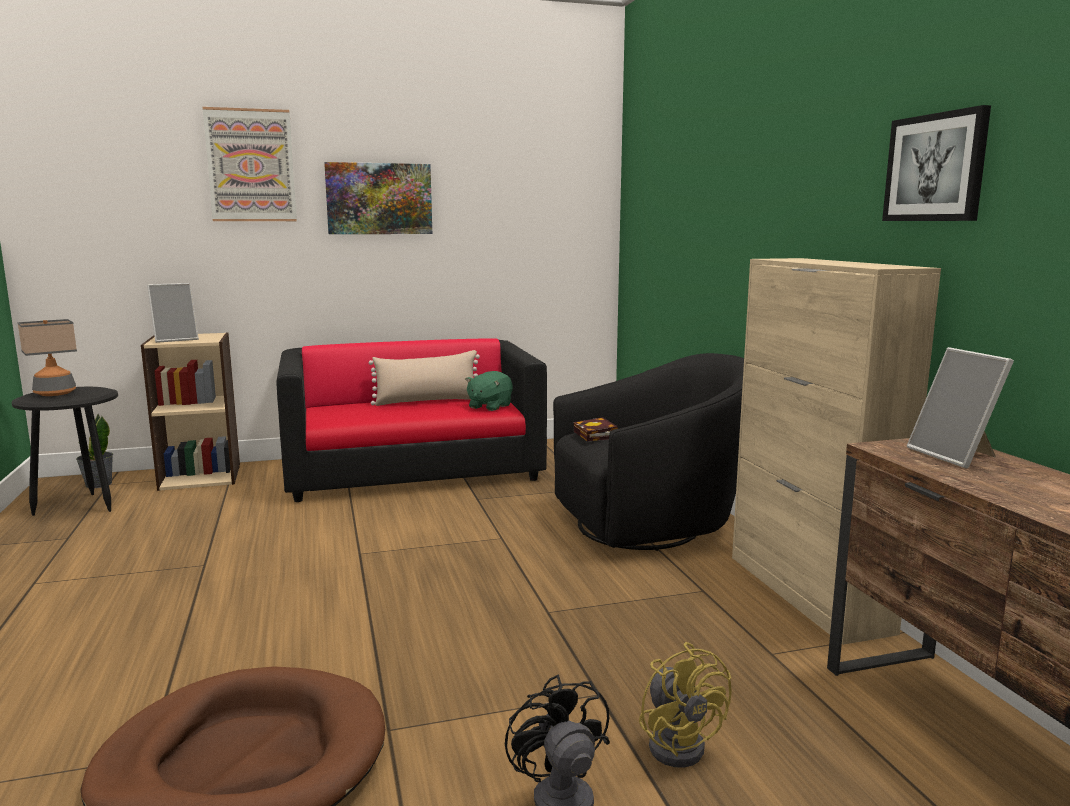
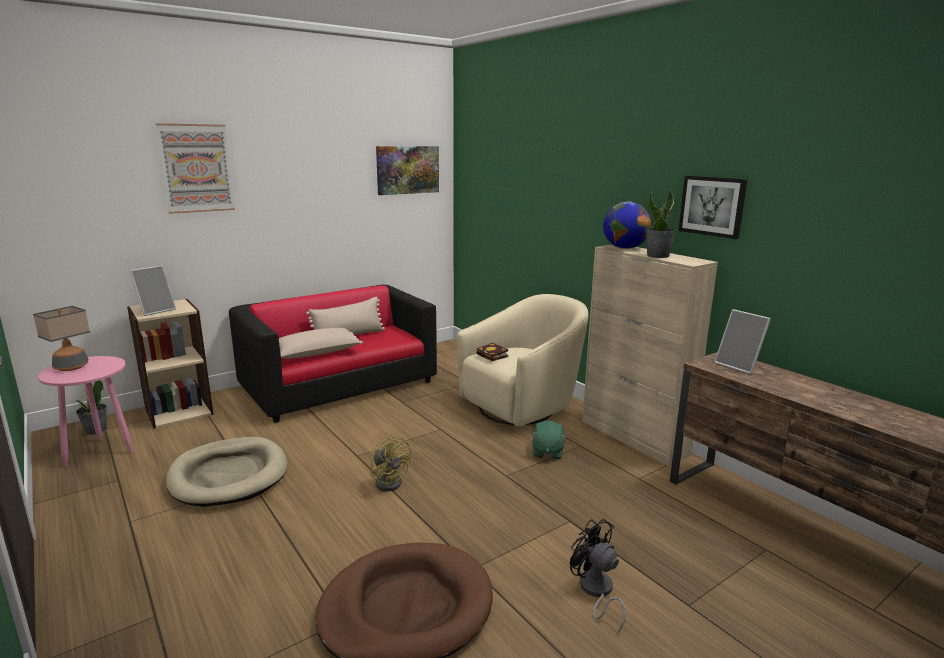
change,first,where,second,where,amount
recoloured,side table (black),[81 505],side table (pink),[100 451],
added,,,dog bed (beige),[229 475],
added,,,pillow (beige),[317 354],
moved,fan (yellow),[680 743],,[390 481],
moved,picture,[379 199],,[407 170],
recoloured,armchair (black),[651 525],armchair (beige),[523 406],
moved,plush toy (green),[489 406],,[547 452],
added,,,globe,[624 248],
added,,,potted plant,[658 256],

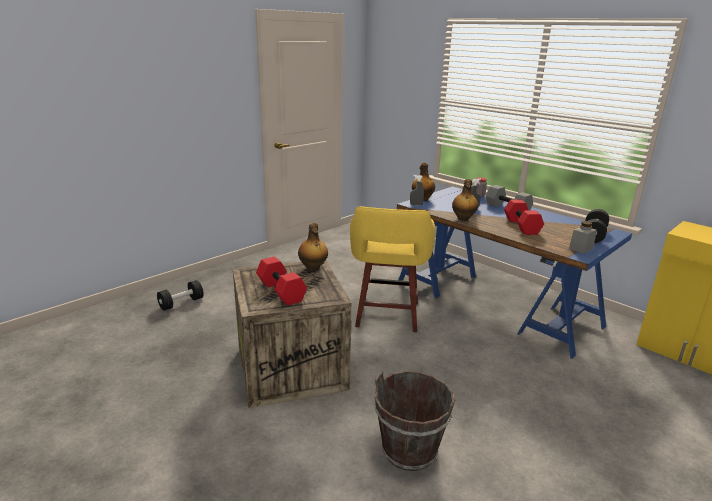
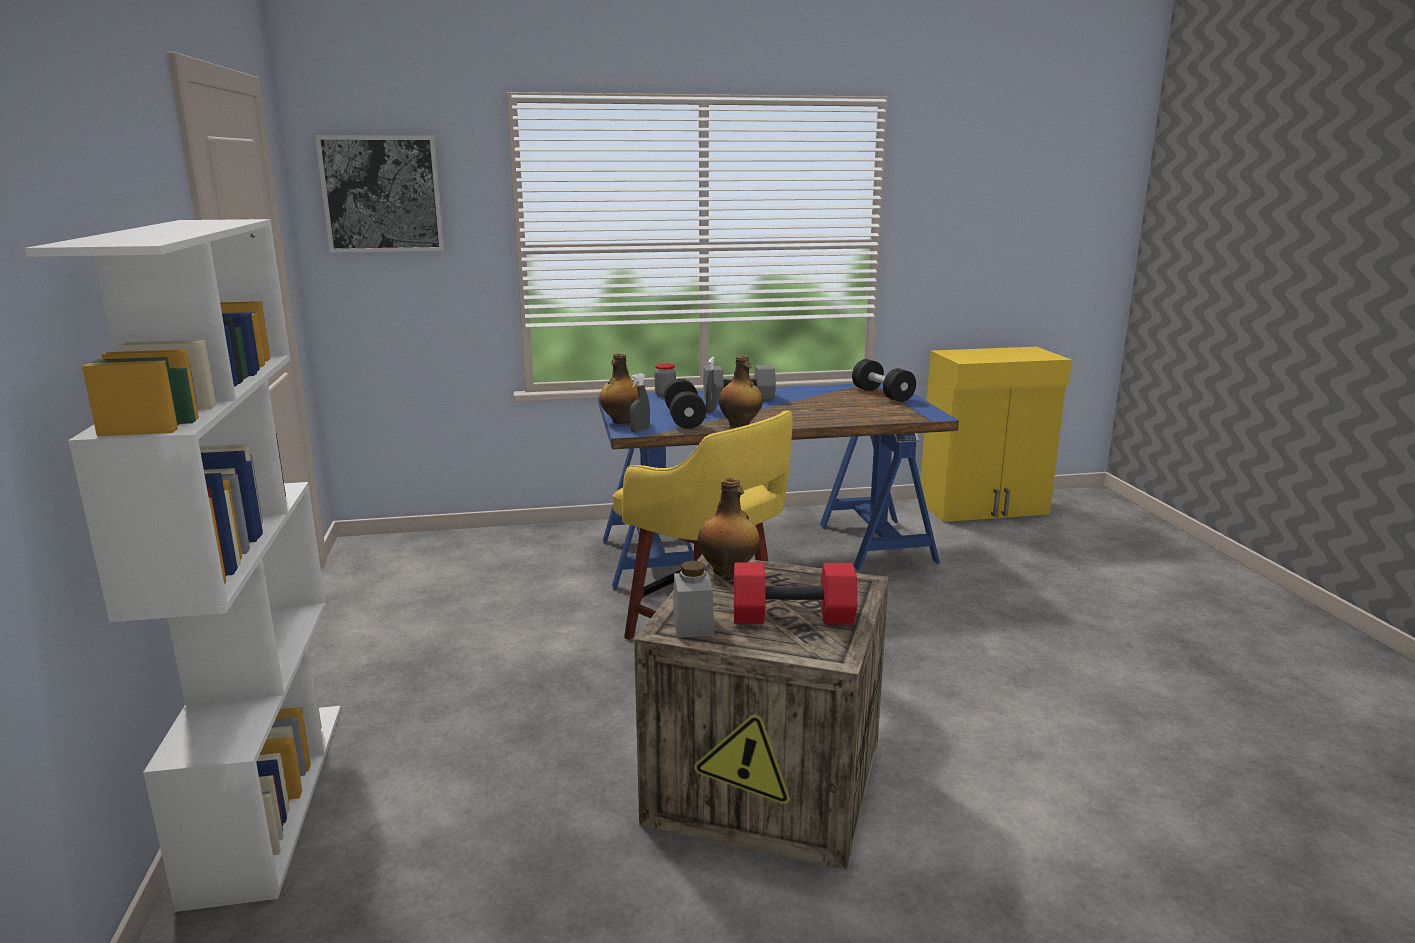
change,first,where,second,where,amount
added,,,bookcase (white),[268 794],
added,,,picture,[382 194],
moved,dumbbell (black),[181 303],,[684 419],
moved,jar (grey),[581 248],,[693 625],
removed,bucket (brown),[409 450],,,
removed,dumbbell (red),[522 226],,,

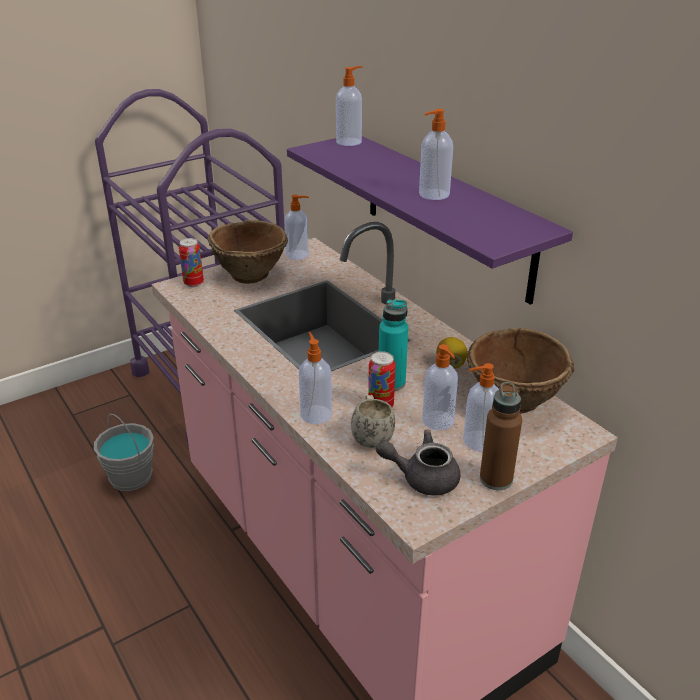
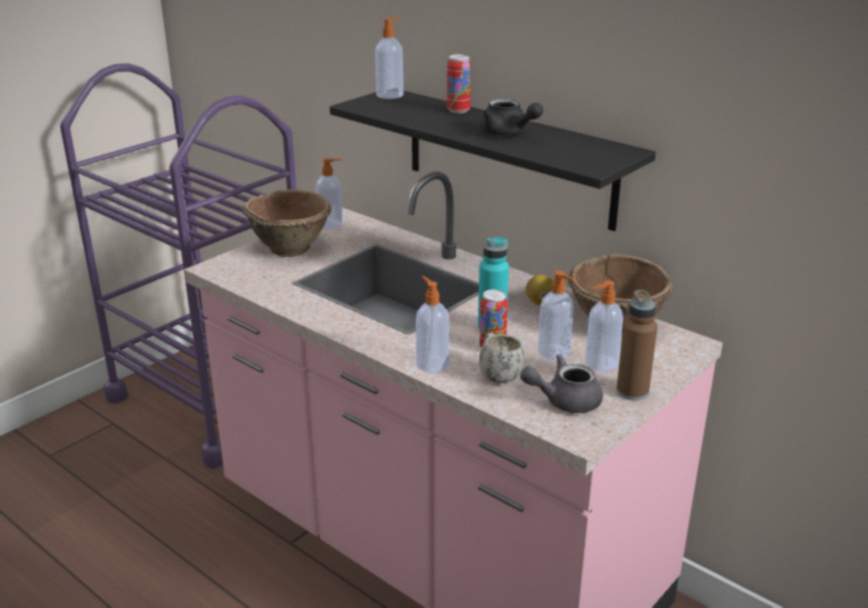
change,first,where,second,where,amount
recoloured,shelf (purple),[446 215],shelf (black),[508 157],
moved,can,[193 283],,[458 110],
replaced,soap dispenser,[433 195],teapot (black),[508 133],
removed,bucket (grey),[130 477],,,

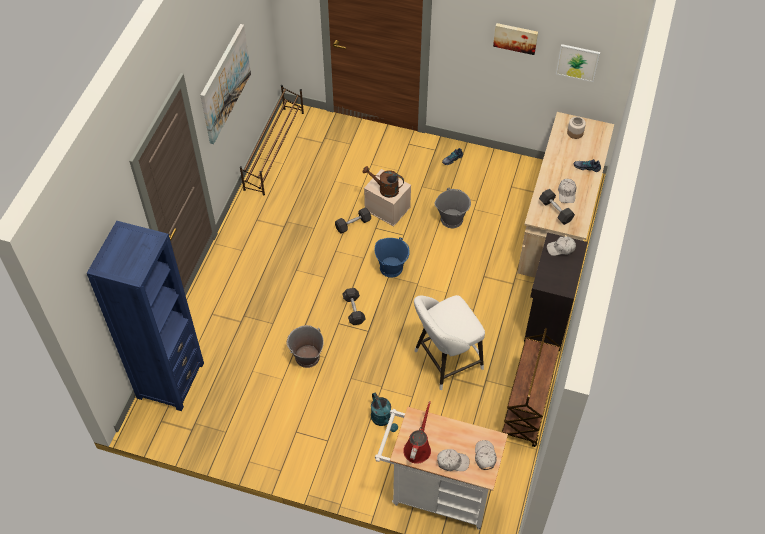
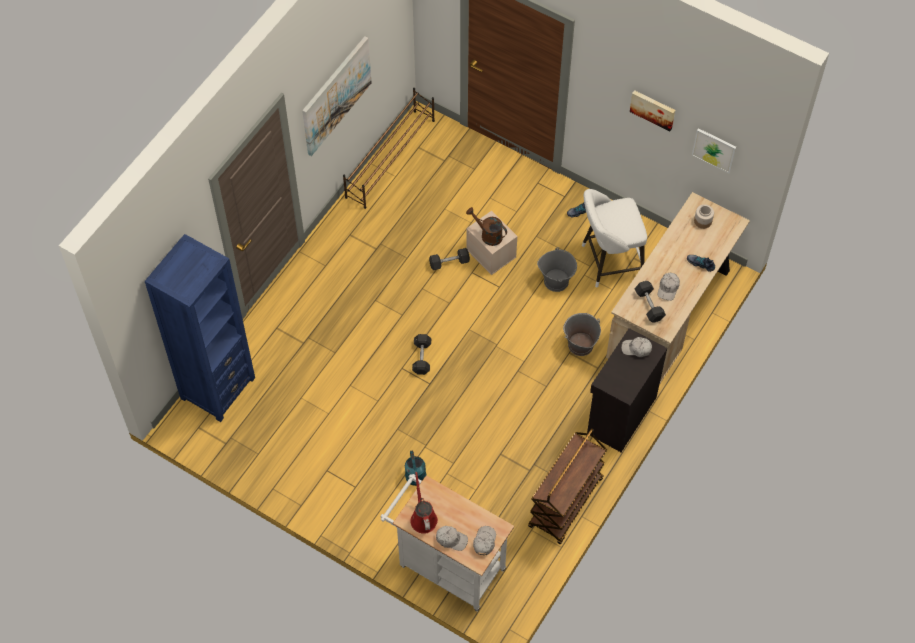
change,first,where,second,where,amount
turned,watering can (red),[418 447],,[423 517],45 degrees counterclockwise
moved,bucket (grey),[307 357],,[580 345],
moved,stool (white),[445 361],,[608 262],
removed,bucket (blue),[391 267],,,

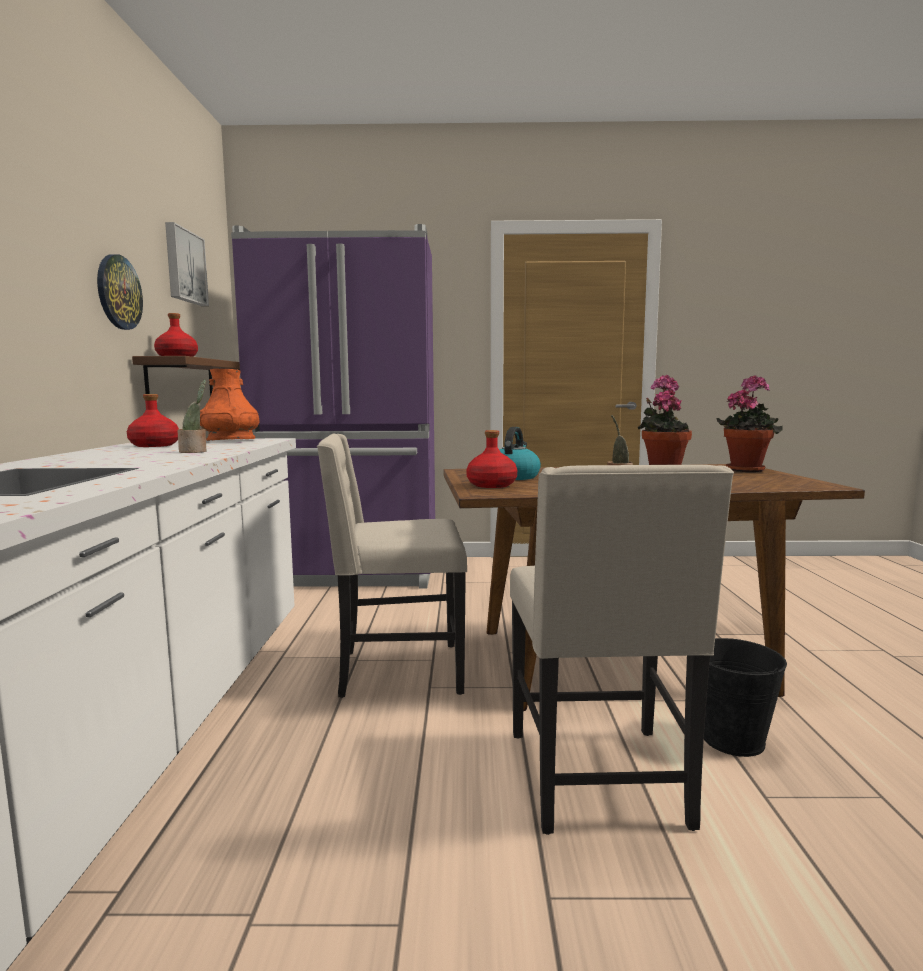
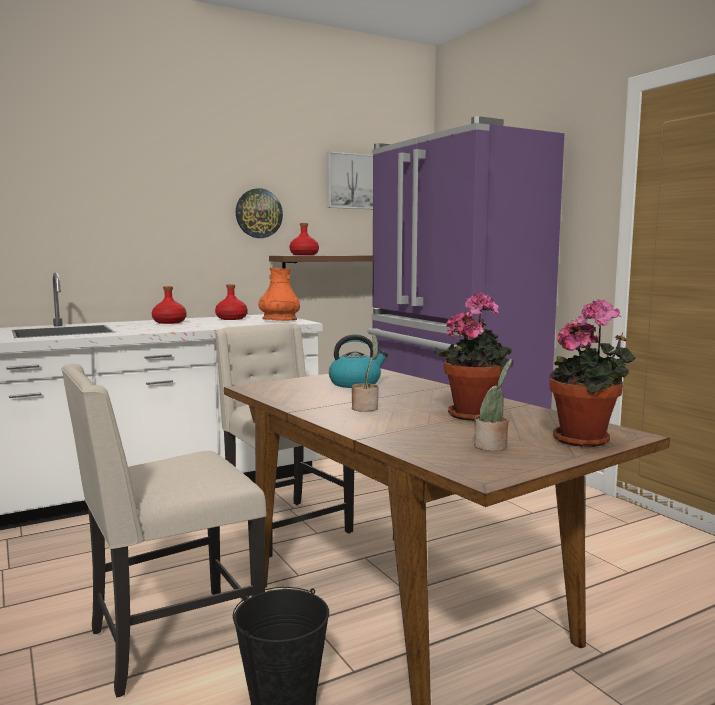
change,first,where,second,where,amount
moved,bottle (red),[491 485],,[169 322],
moved,potted plant,[195 451],,[492 446],

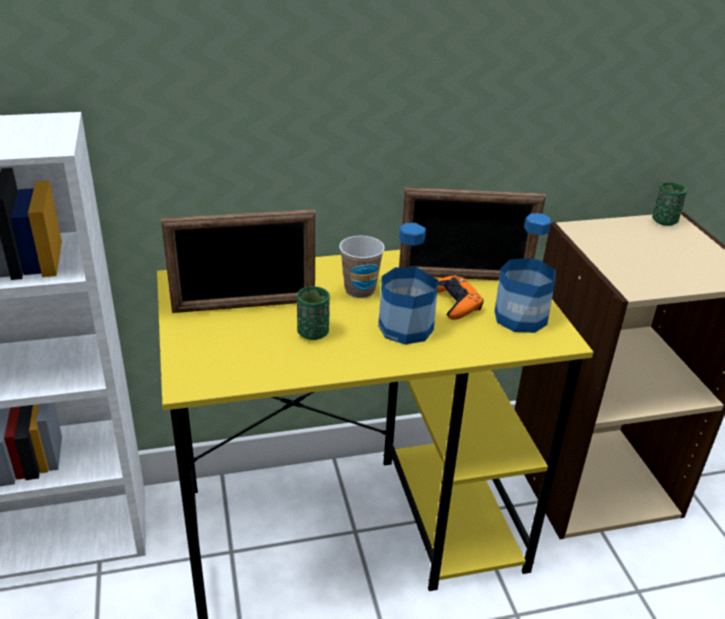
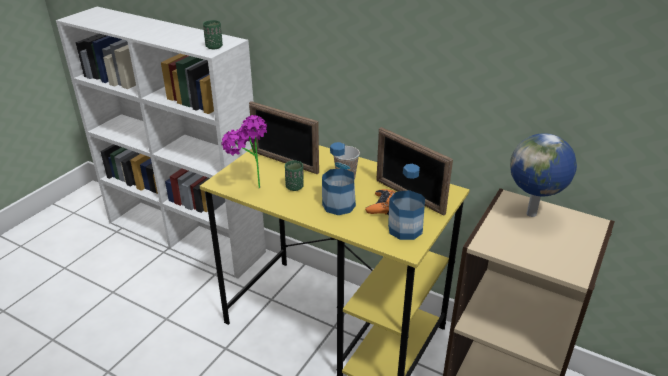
change,first,where,second,where,amount
moved,cup (green),[664 221],,[214 47],
added,,,potted plant,[249 186],
added,,,globe,[532 214],

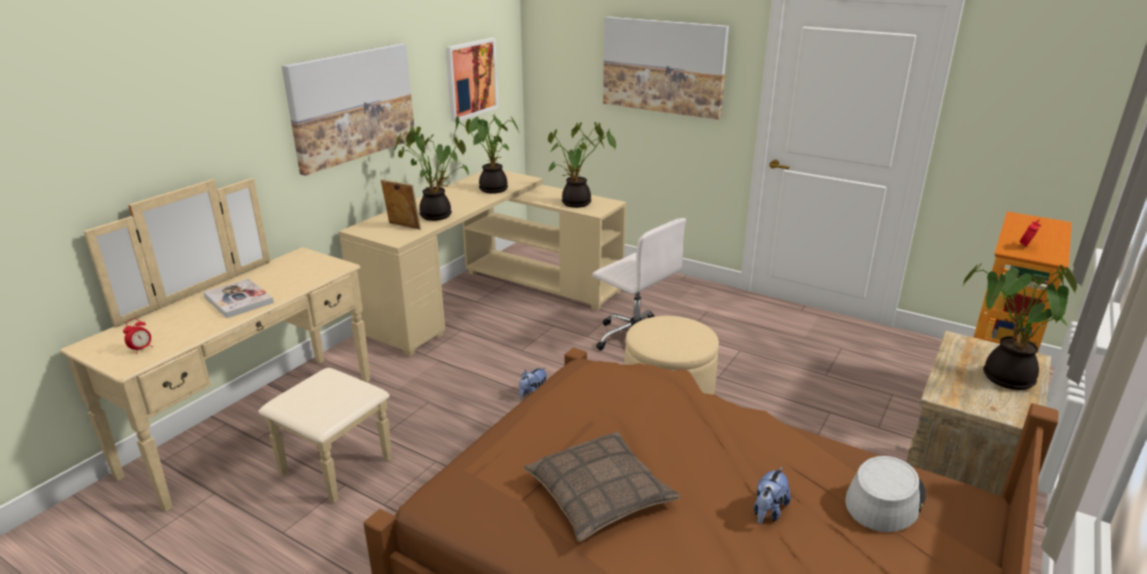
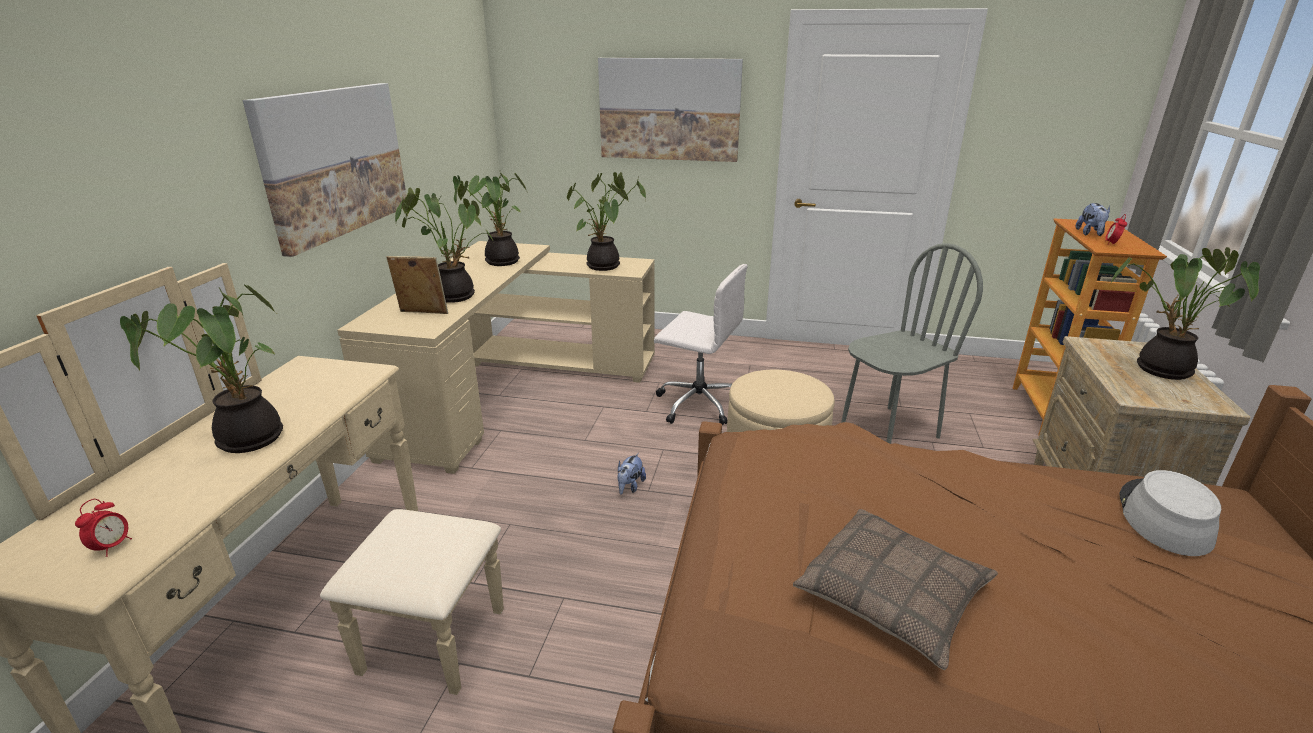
change,first,where,second,where,amount
replaced,book,[238 300],potted plant,[244 440],
added,,,chair (grey),[888 430],
moved,plush toy,[768 511],,[1090 234],
removed,picture,[471 78],,,

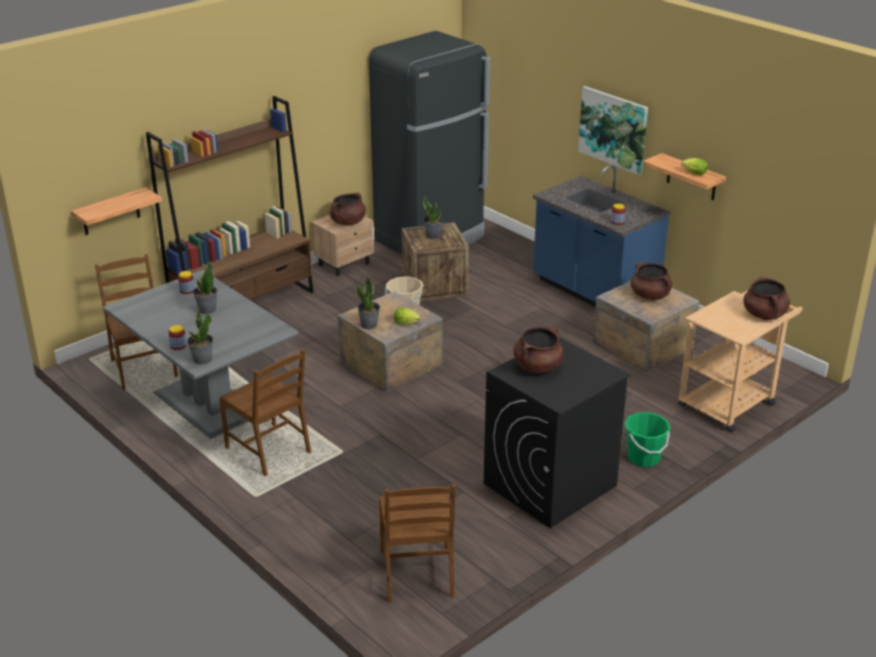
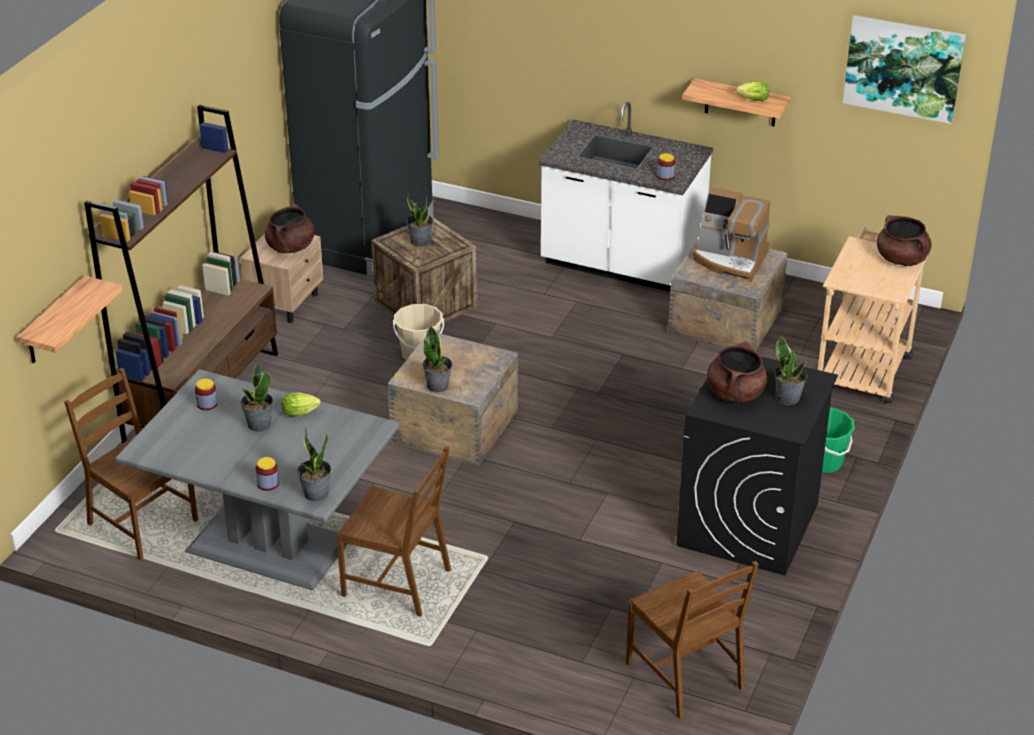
change,first,where,second,where,amount
moved,lettuce,[407 323],,[302 412],
recoloured,counter (blue),[593 292],counter (white),[621 265],
replaced,cooking pot (brown),[650 295],coffee machine,[730 259],
added,,,potted plant,[788 397],
moved,picture,[613 129],,[903 68],

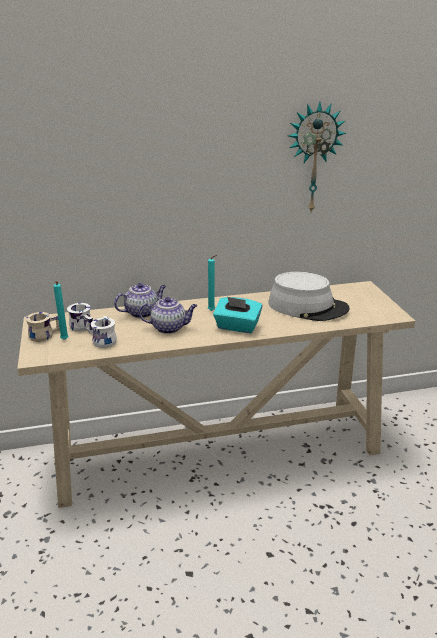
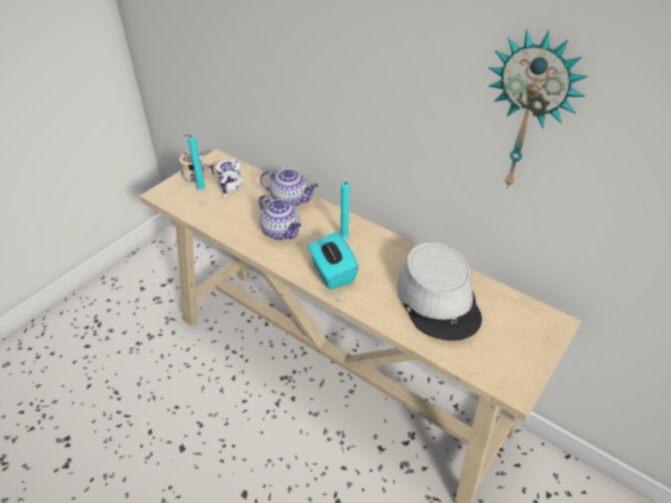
change,first,where,second,where,amount
removed,mug (white),[103 340],,,

